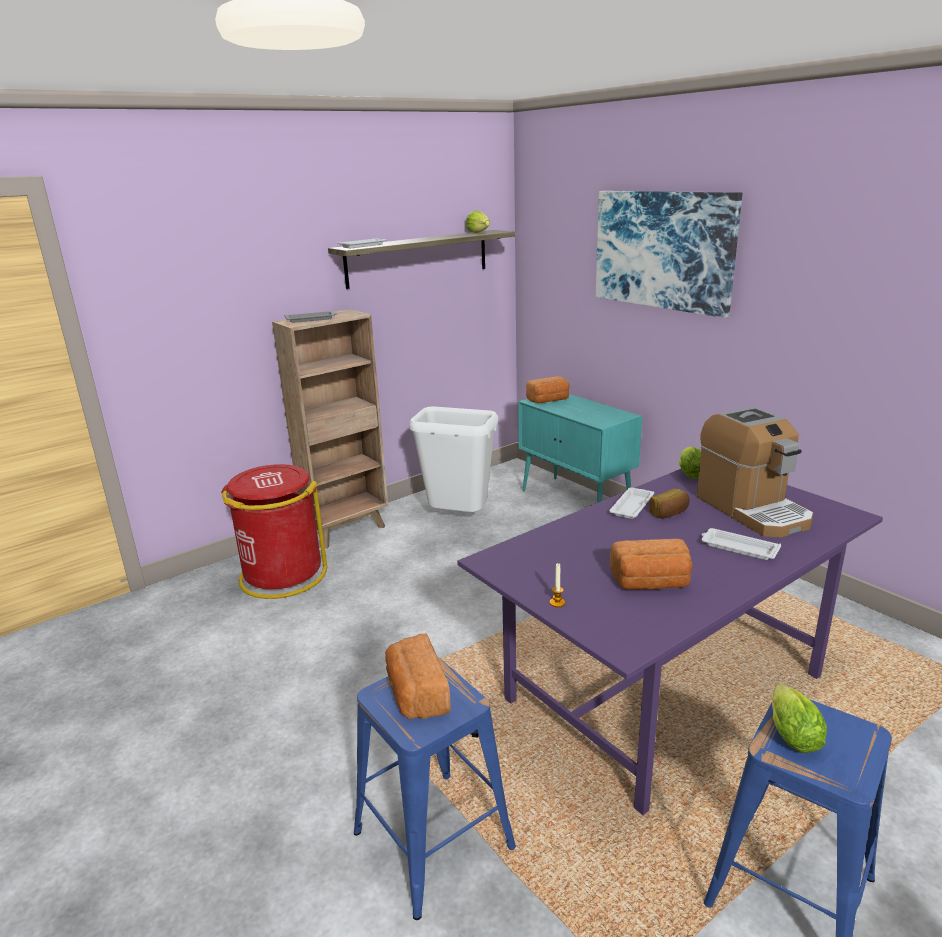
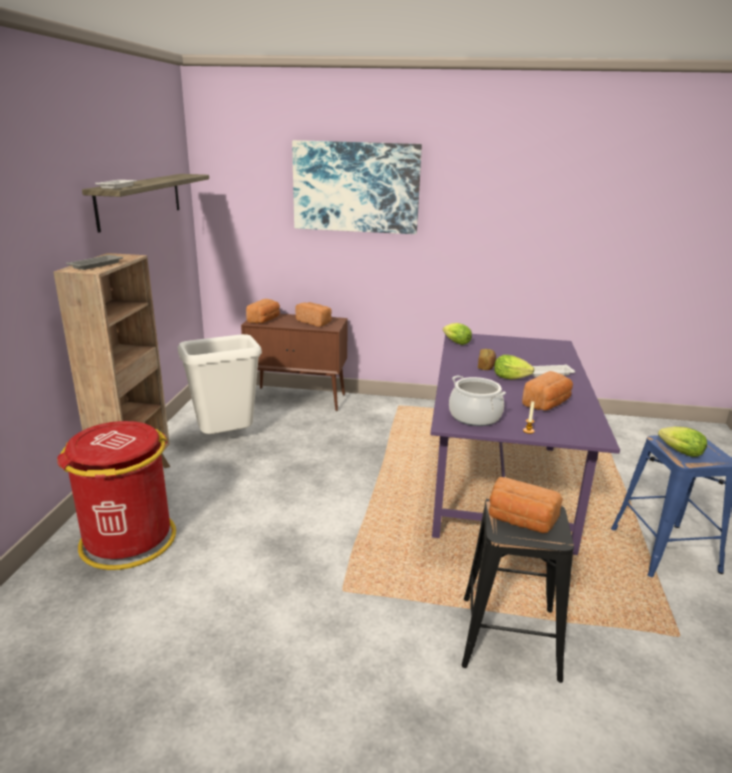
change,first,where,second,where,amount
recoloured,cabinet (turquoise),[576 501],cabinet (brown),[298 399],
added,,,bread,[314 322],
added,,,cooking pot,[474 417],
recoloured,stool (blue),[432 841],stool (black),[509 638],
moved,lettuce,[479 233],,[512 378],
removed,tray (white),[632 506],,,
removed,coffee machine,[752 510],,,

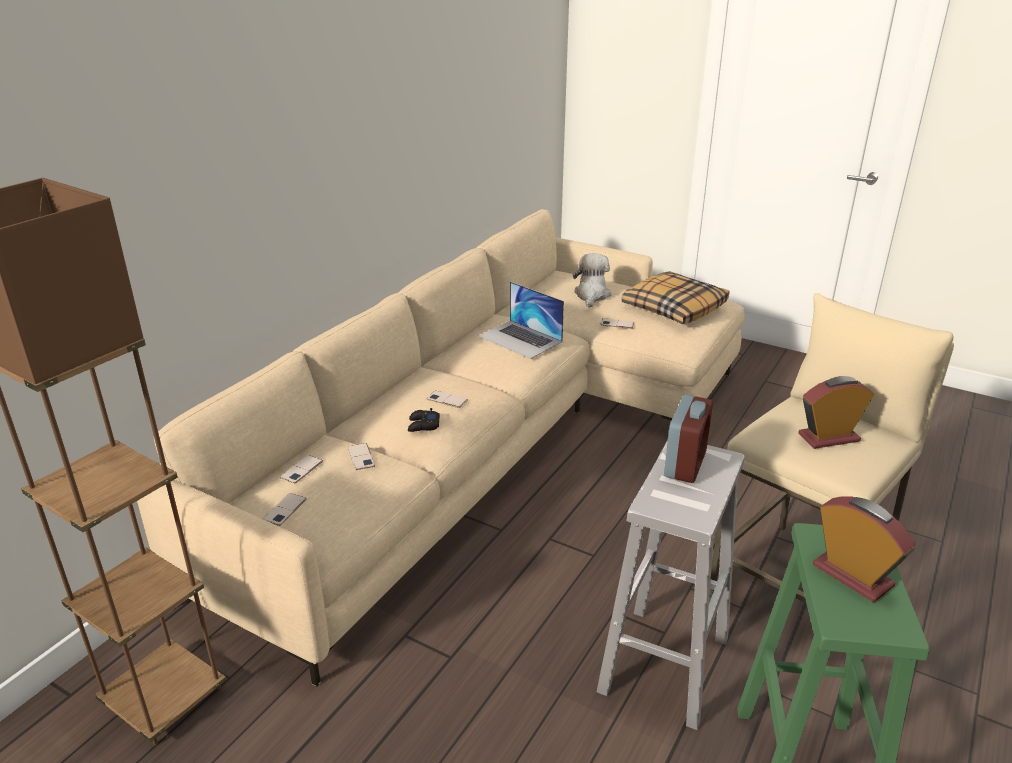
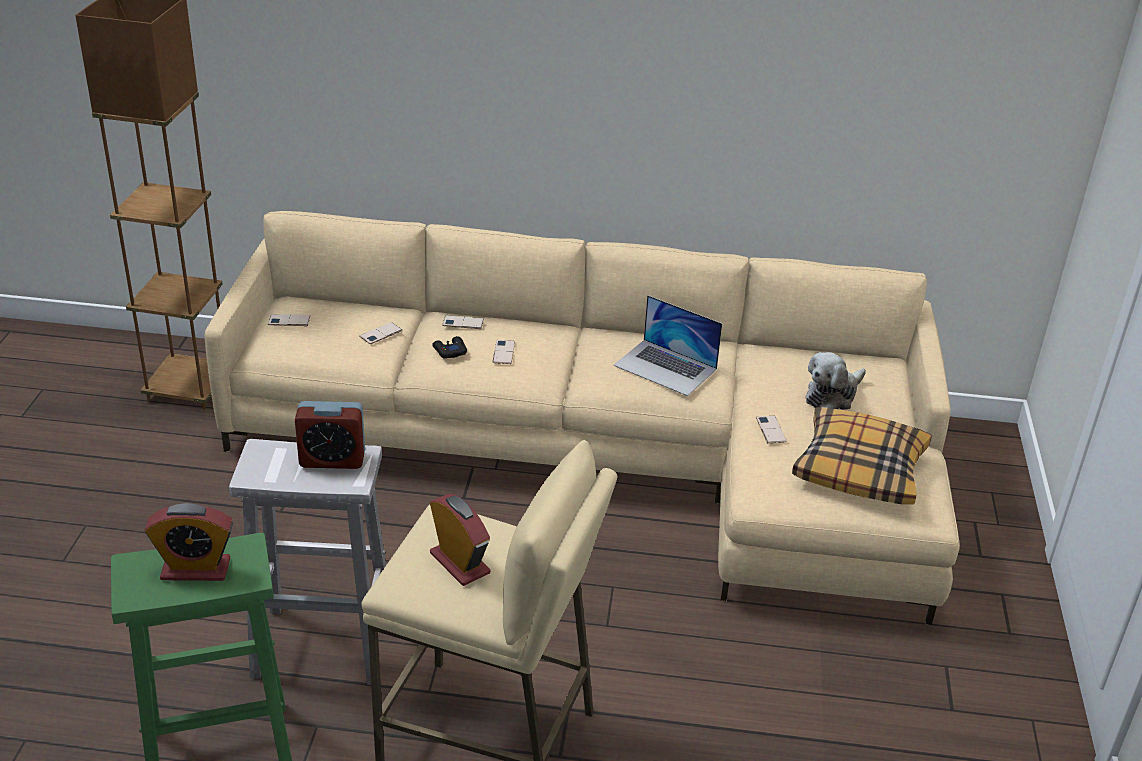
change,first,where,second,where,amount
turned,alarm clock,[852 575],,[195 569],60 degrees clockwise
moved,phone,[301 469],,[463 323],
turned,laptop,[520 339],,[665 367],75 degrees counterclockwise
turned,plush toy,[591 295],,[832 396],150 degrees clockwise

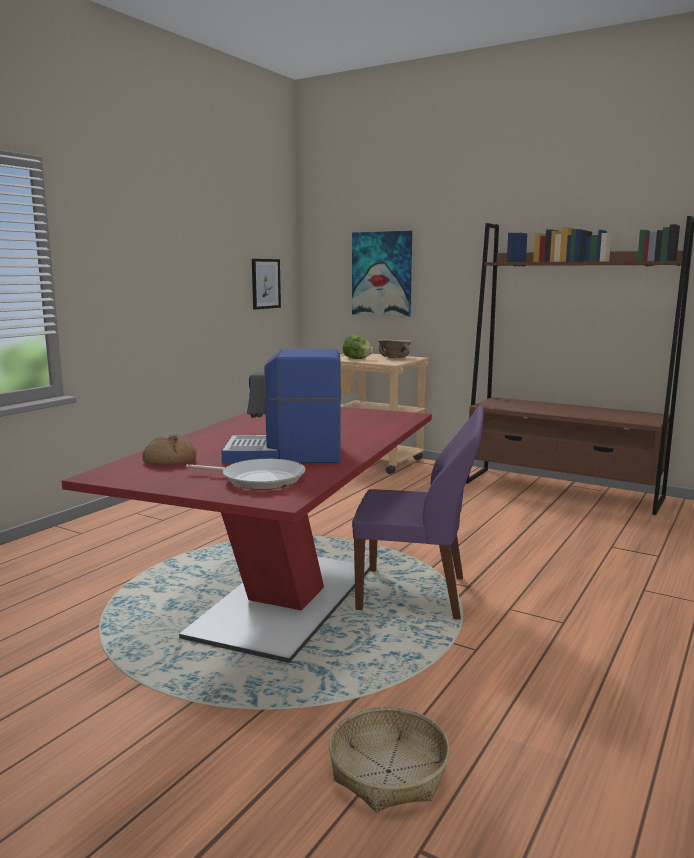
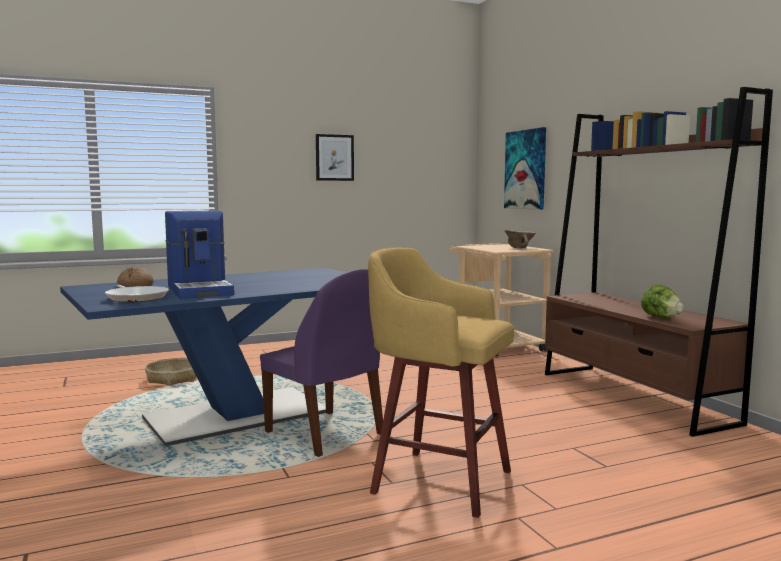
change,first,where,second,where,amount
recoloured,dining table (red),[285 601],dining table (blue),[237 416],
moved,basket,[388 772],,[173 379],
turned,coffee machine,[285 455],,[201 290],150 degrees counterclockwise
moved,picture,[265 283],,[334 157],
added,,,stool (yellow),[438 480],
moved,lettuce,[357 359],,[660 318],

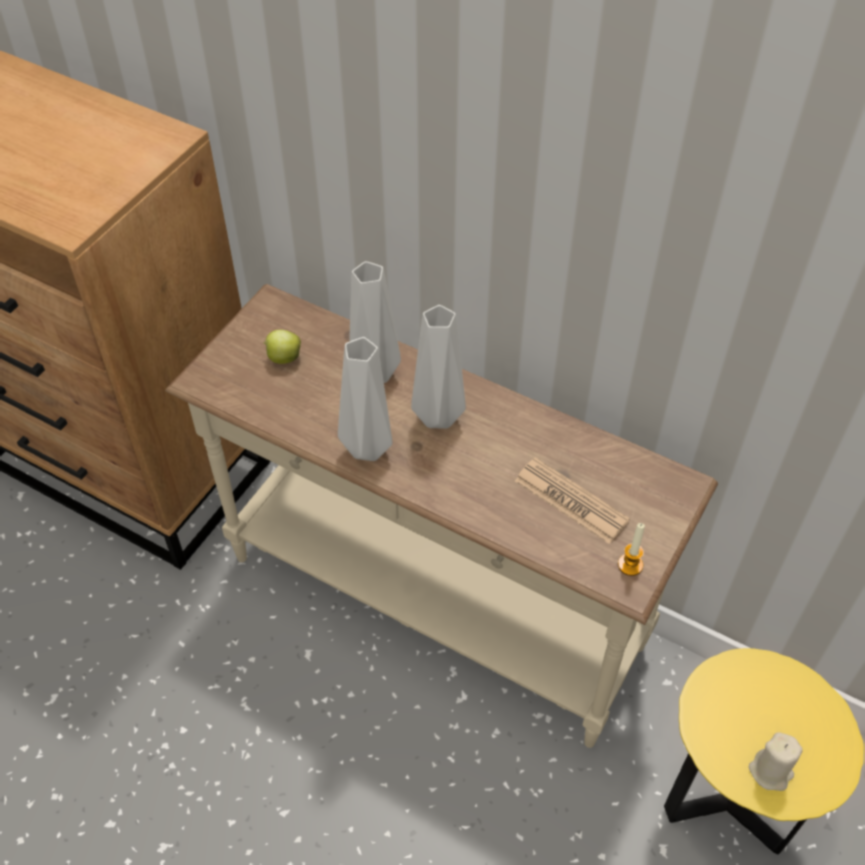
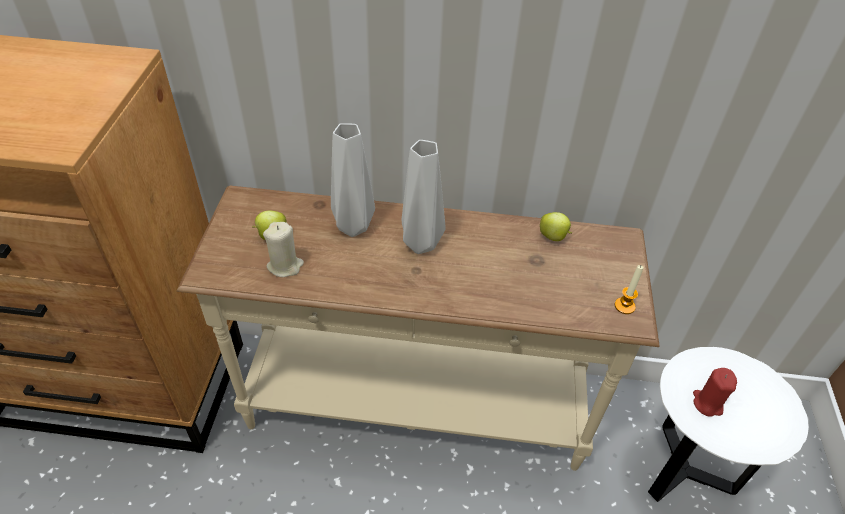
change,first,where,second,where,amount
moved,candle (beige),[770 772],,[285 266],
added,,,apple,[553 237],
recoloured,side table (yellow),[727 802],side table (white),[684 471],
added,,,candle (red),[707 403],
removed,vase (grey),[370 449],,,
removed,newspaper,[571 501],,,

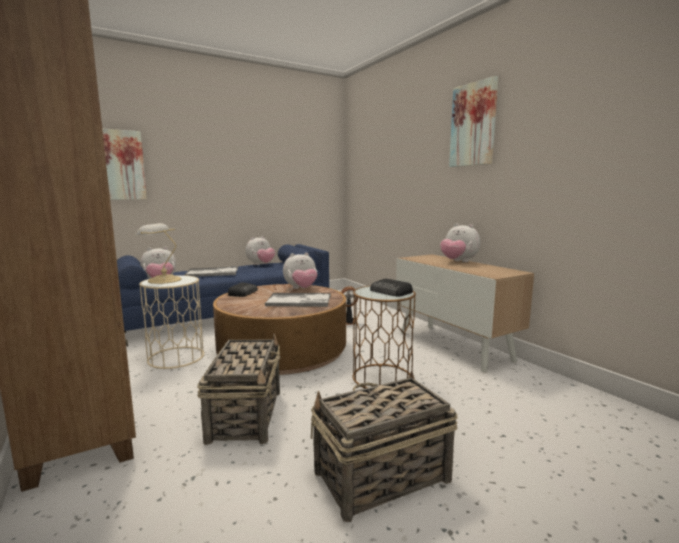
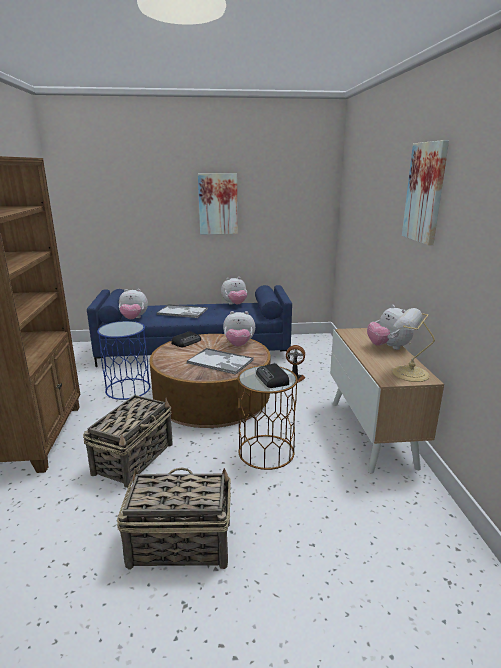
change,first,where,second,where,amount
recoloured,side table (beige),[176 357],side table (blue),[128 389],
moved,picture,[118 165],,[218 204],
moved,table lamp,[162 280],,[408 373],

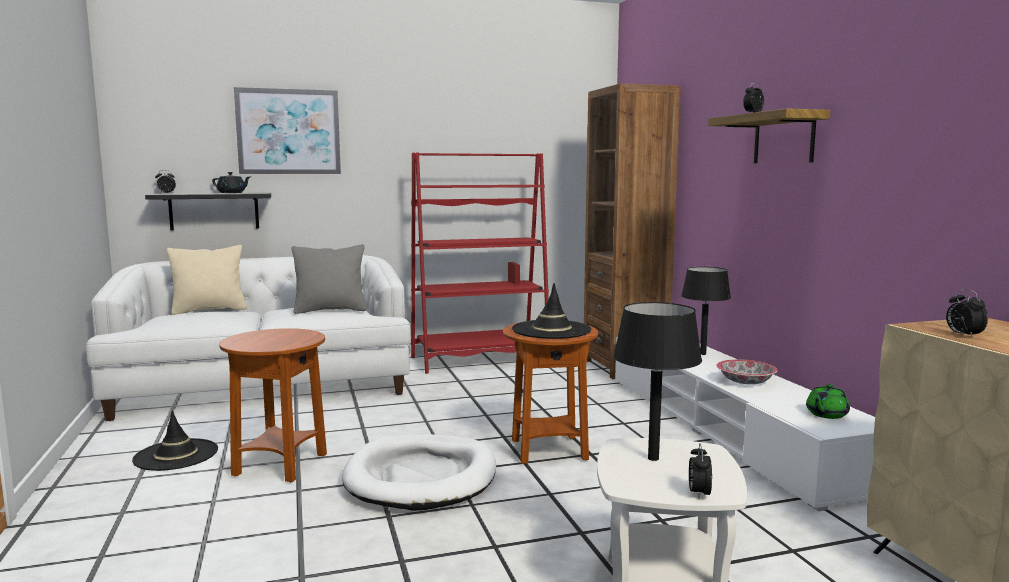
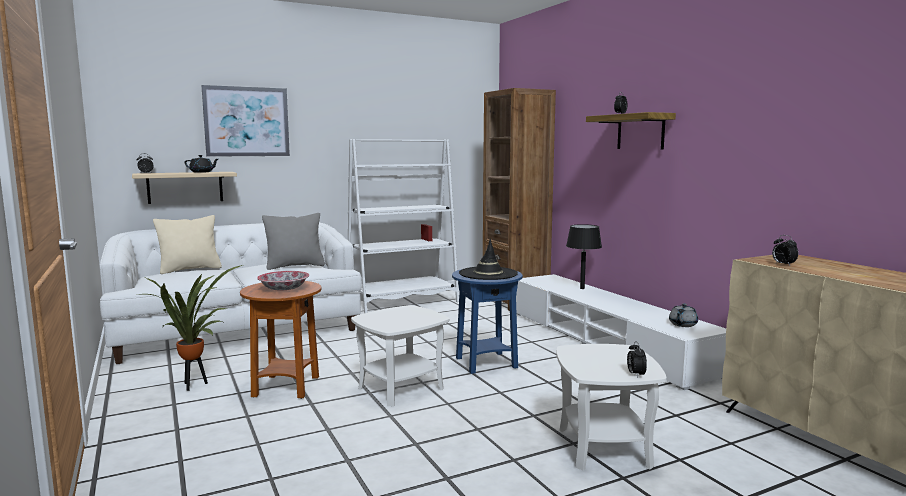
change,first,where,second,where,amount
recoloured,shelf (black),[214 211],shelf (beige),[185 187],
replaced,hat (black),[176 455],potted plant,[195 385],
moved,bowl,[745 382],,[284 289],
recoloured,bookcase (red),[480 360],bookcase (white),[403 302],
replaced,dog bed (white),[421 477],side table (white),[401 388],
recoloured,side table (brown),[549 450],side table (blue),[486 363],
recoloured,teapot (green),[826 414],teapot (grey),[682 324],
removed,table lamp (black),[653 458],,,

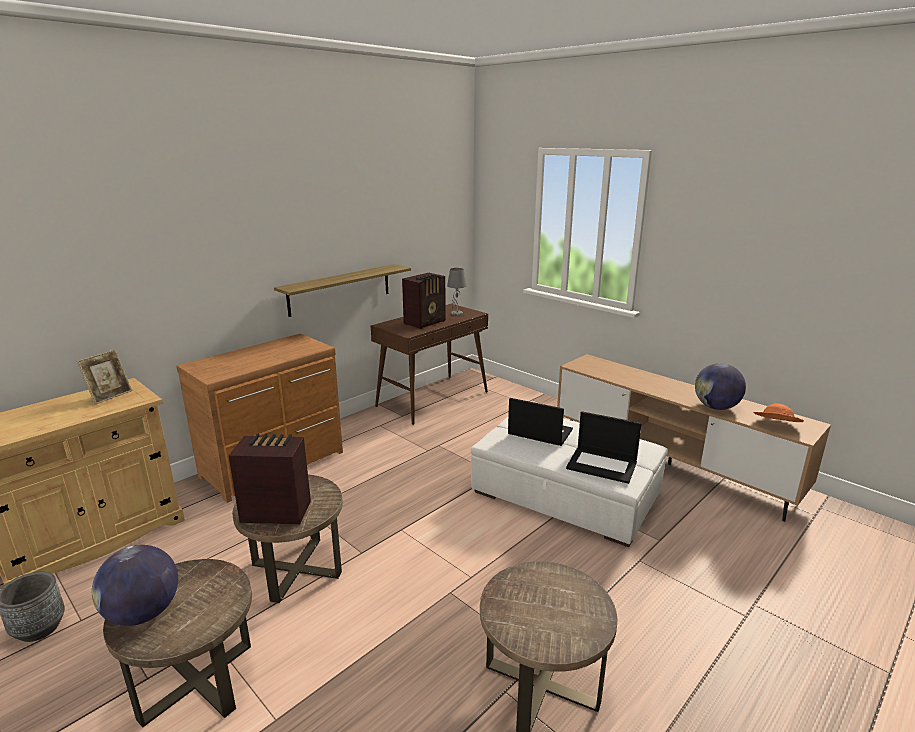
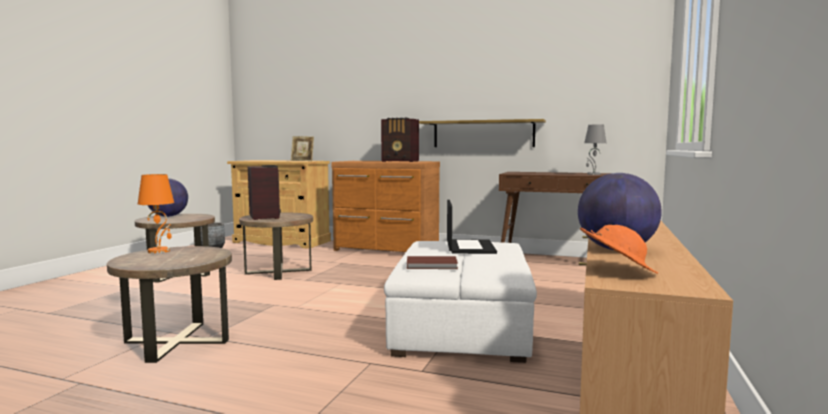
change,first,where,second,where,amount
added,,,table lamp (orange),[159 251],
moved,radio,[426 322],,[400 161],
replaced,laptop,[602 465],book (brown),[432 265],

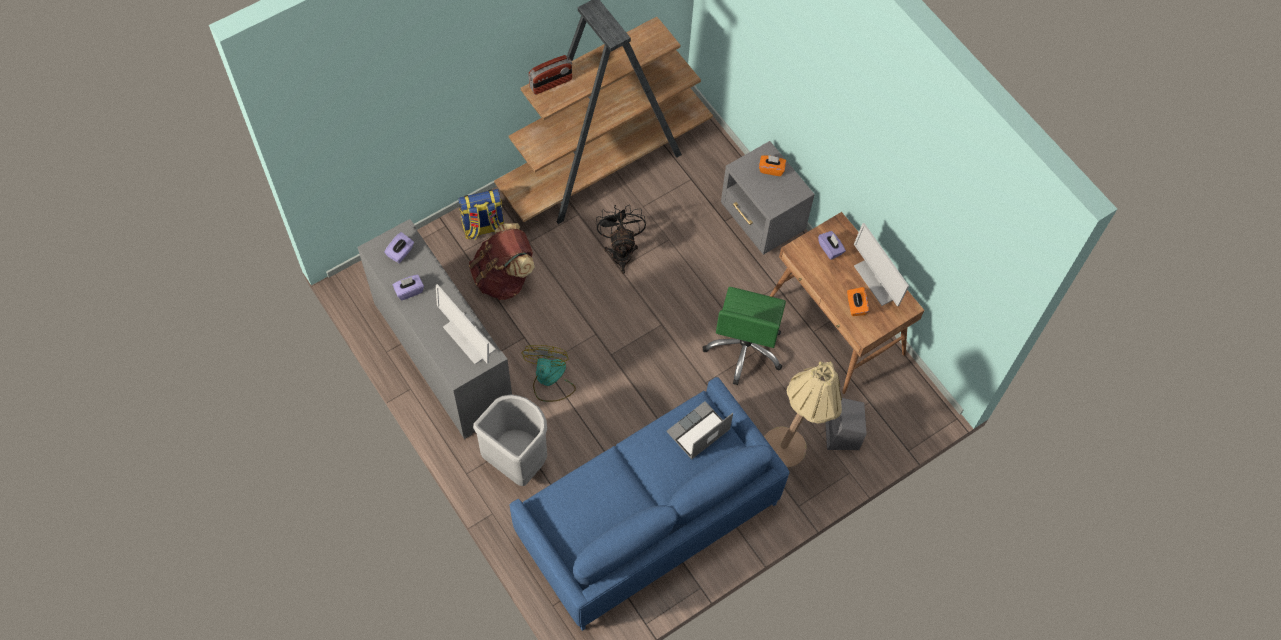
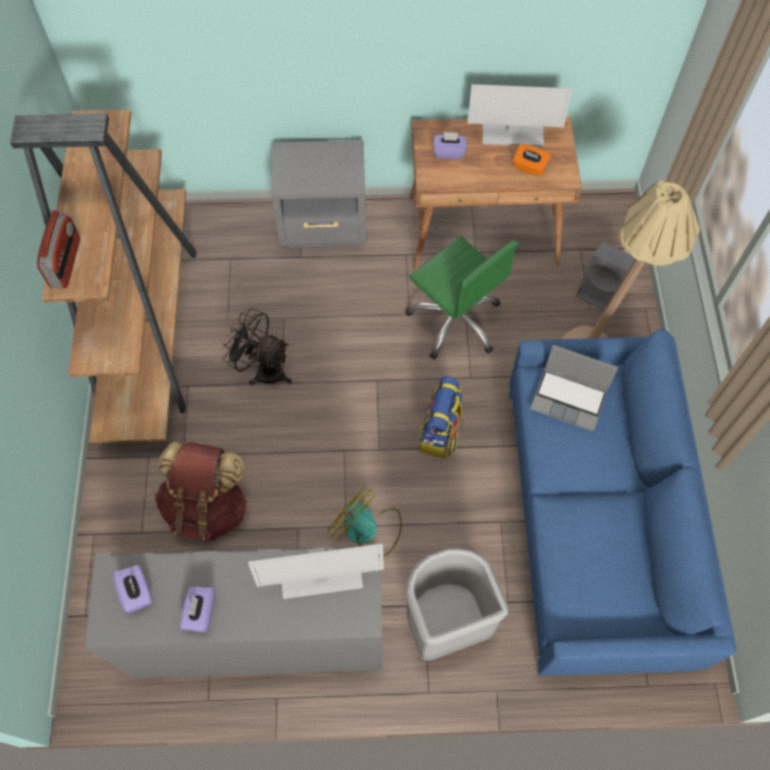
change,first,where,second,where,amount
moved,backpack,[483 227],,[440 434],
turned,laptop,[698 432],,[569 399],60 degrees counterclockwise
removed,tissue box (orange),[771 169],,,

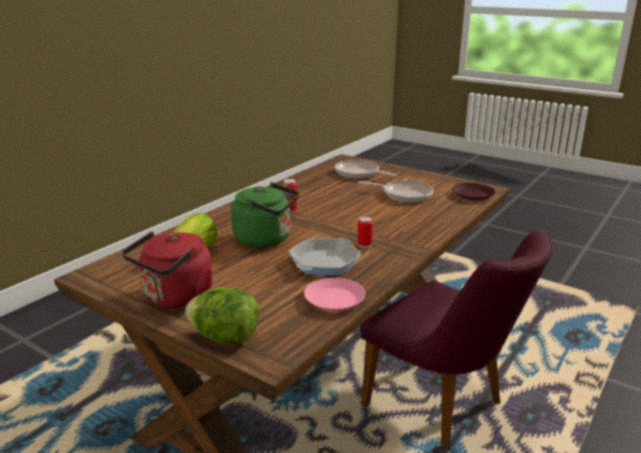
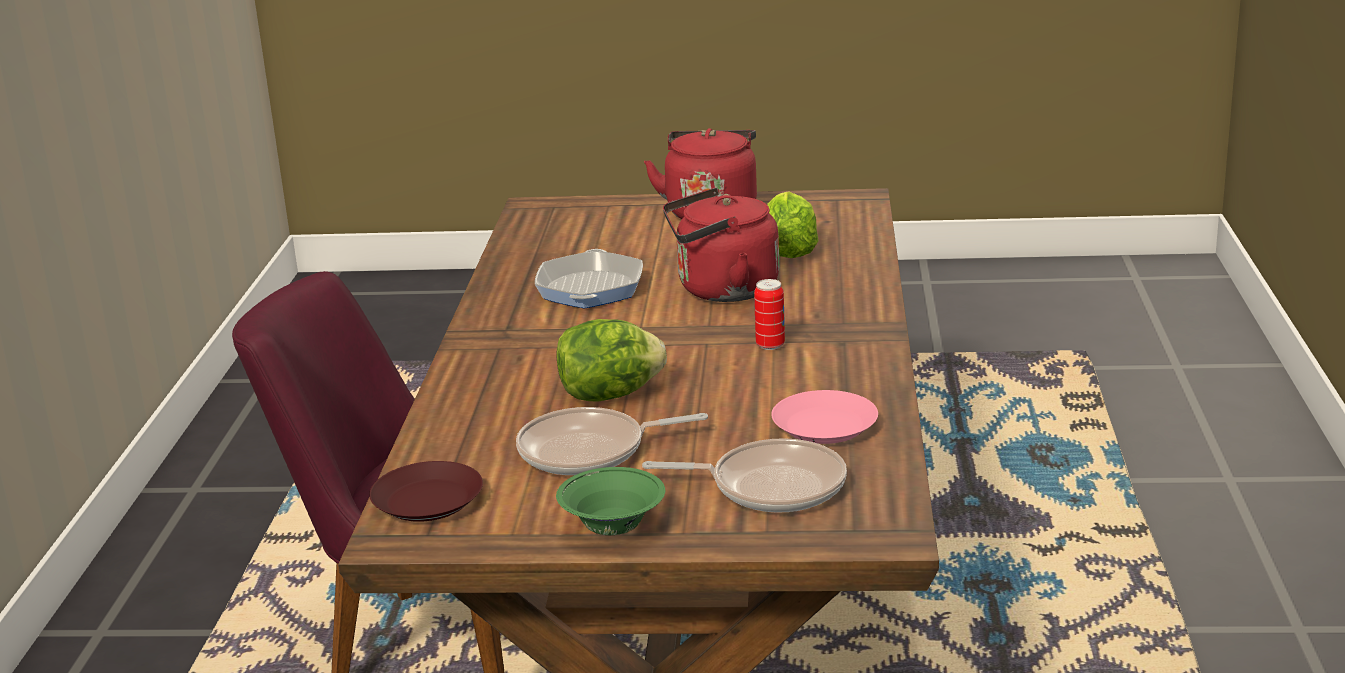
change,first,where,second,where,amount
moved,lettuce,[225 337],,[610 395],
added,,,bowl (green),[613 529],
recoloured,kettle (green),[266 239],kettle (red),[722 290],
moved,plate (pink),[333 299],,[826 426],
removed,can,[364 245],,,

